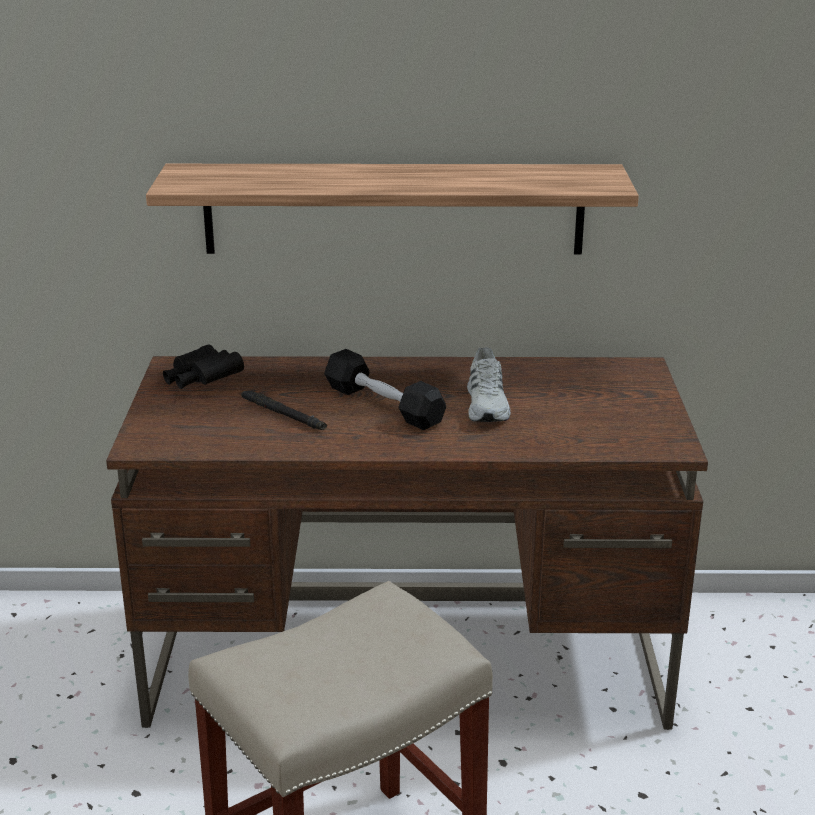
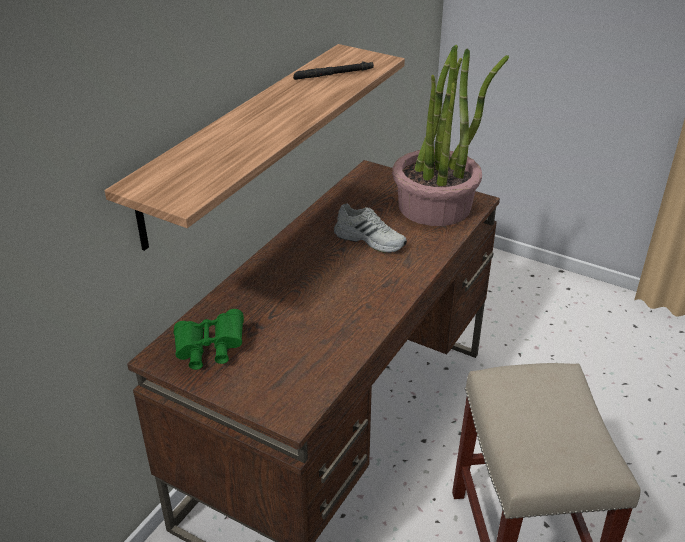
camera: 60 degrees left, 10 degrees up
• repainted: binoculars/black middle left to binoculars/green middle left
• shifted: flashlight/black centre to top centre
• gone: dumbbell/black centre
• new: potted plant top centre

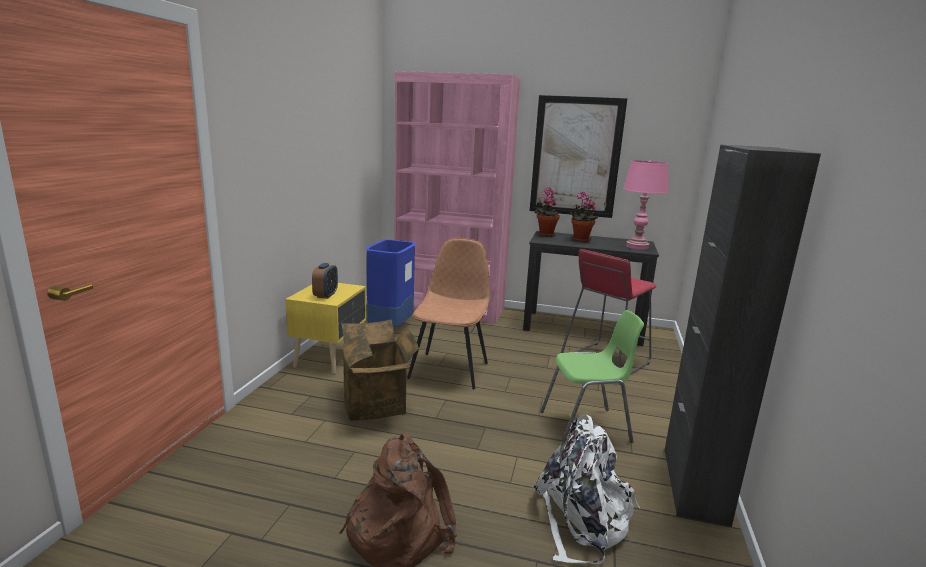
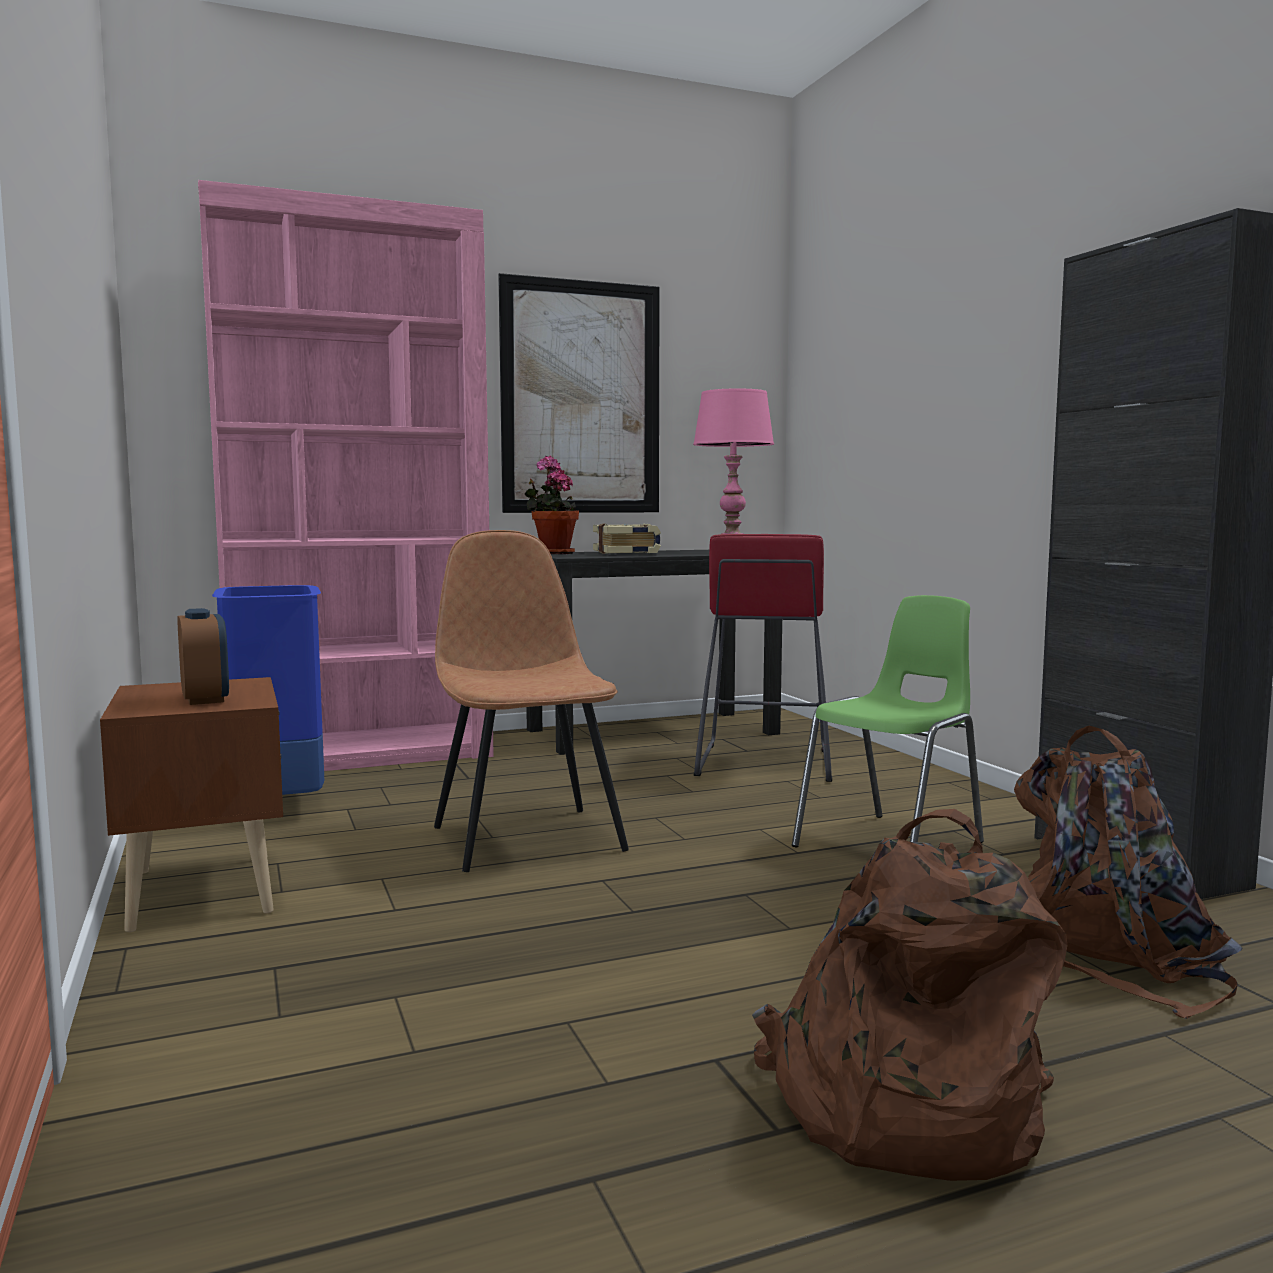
camera: 35 degrees left, 10 degrees down
• repainted: nightstand/yellow centre to nightstand/brown middle left
• gone: cardboard box centre
• repainted: backpack/white bottom centre to backpack/brown (no. 2 from left) bottom right
• swapped: potted plant (no. 2 from left) centre to book centre

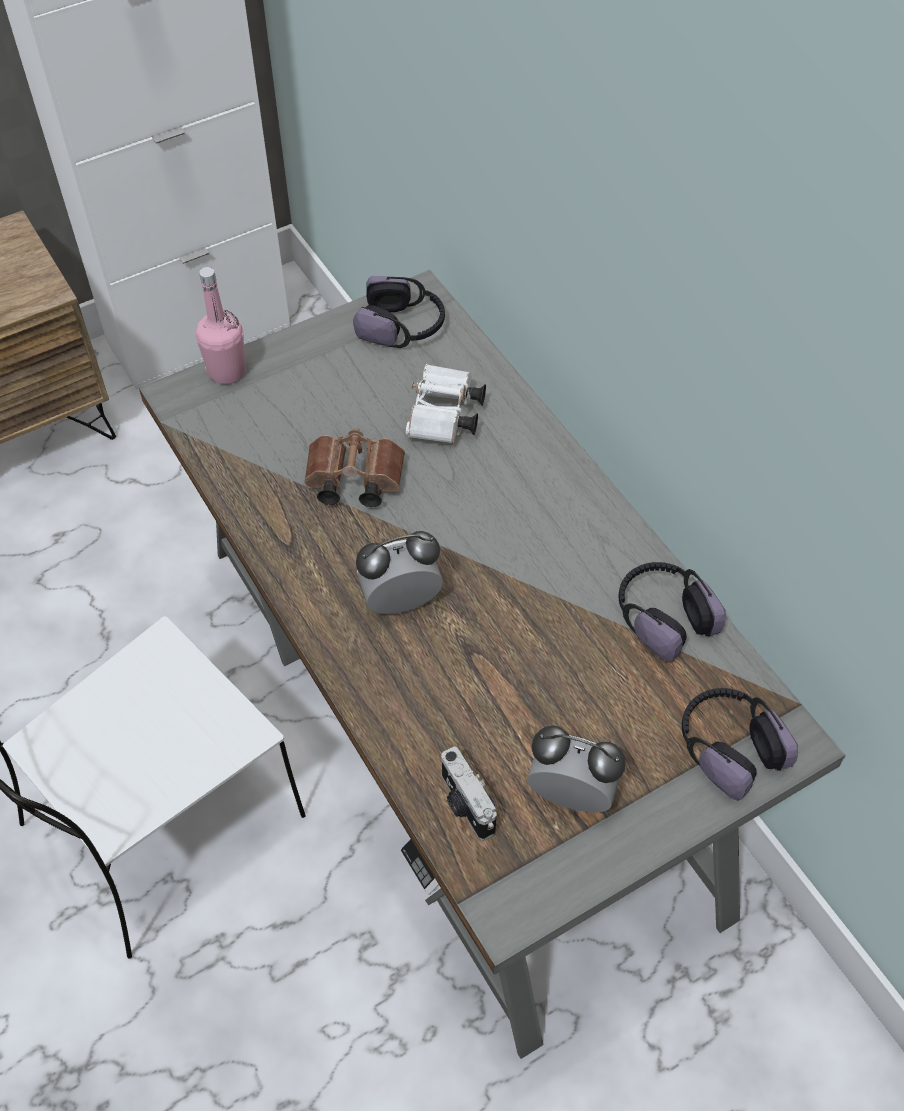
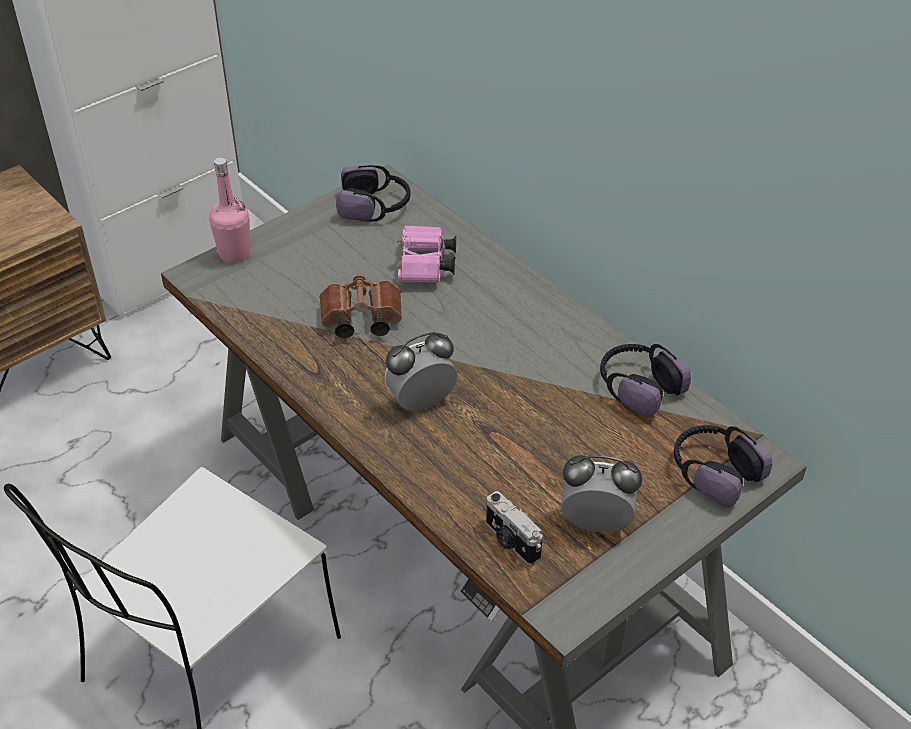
camera: 10 degrees left, 10 degrees down
• repainted: binoculars/white centre to binoculars/pink centre

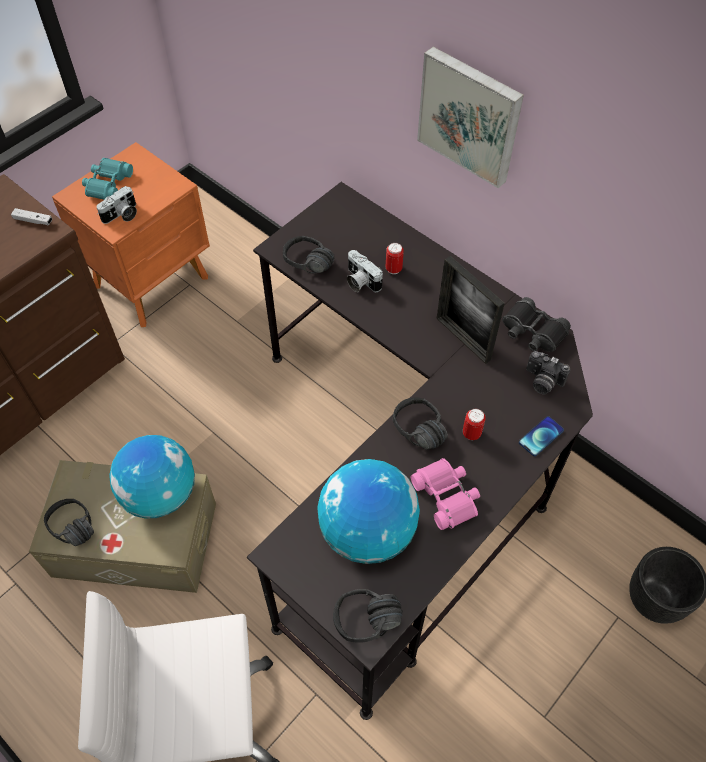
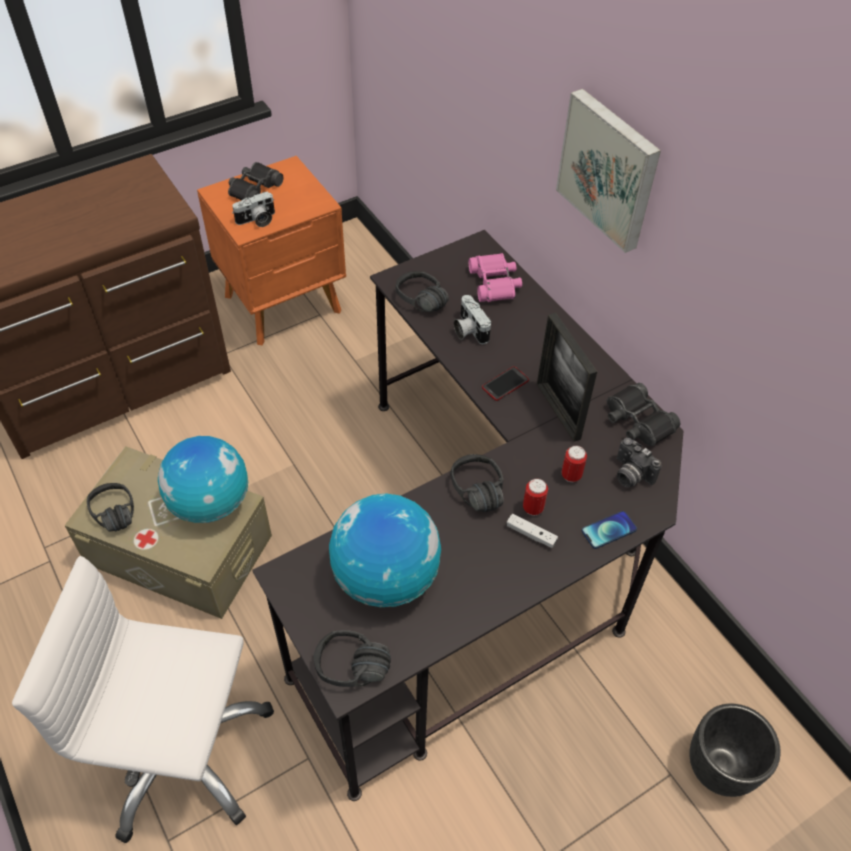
camera: 15 degrees right, 5 degrees down
• shifted: game controller/white top left to centre
• repainted: binoculars/turquoise top left to binoculars/black (no. 1 from left) top left
• shifted: can (no. 1 from left in the first image) centre to can (no. 2 from left) middle right
• shifted: binoculars/pink centre to top centre
• new: phone (no. 1 from left) centre

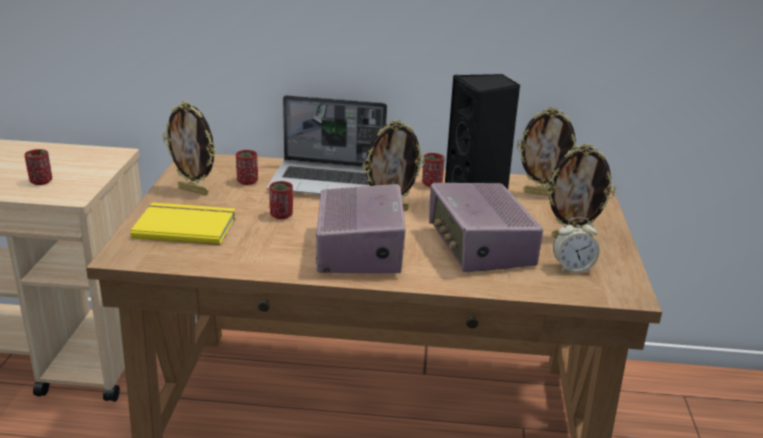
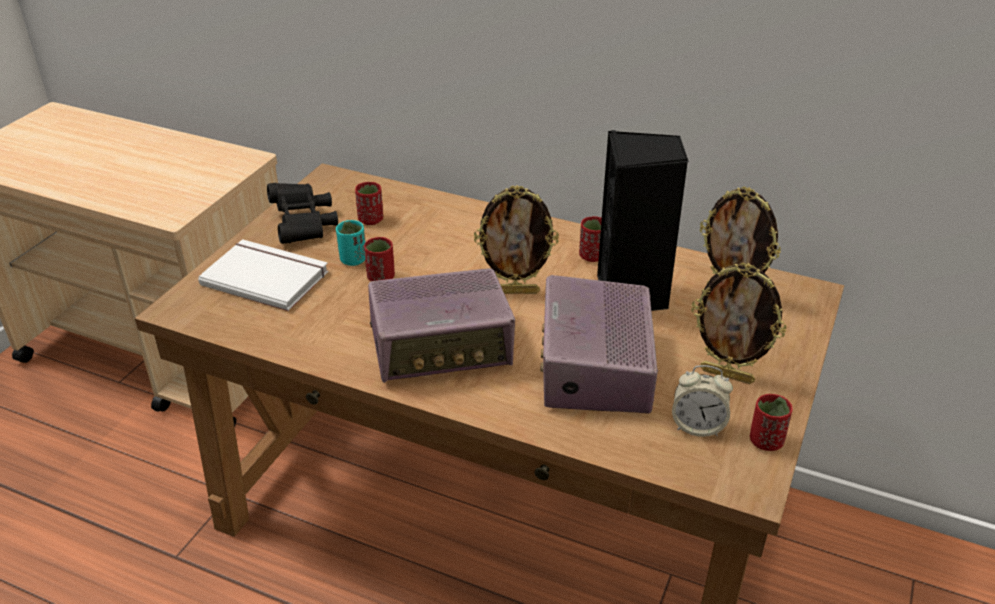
camera: 20 degrees right, 10 degrees up
• shifted: cup/red (no. 1 from left in the first image) middle left to cup/red (no. 4 from left) bottom right
• repainted: book/yellow middle left to book/white middle left
• swapped: picture frame (no. 1 from left) middle left to binoculars/black middle left
• gone: laptop top centre
• rotated: radio (no. 1 from left) centre = centre 60 degrees clockwise
• new: cup/turquoise centre

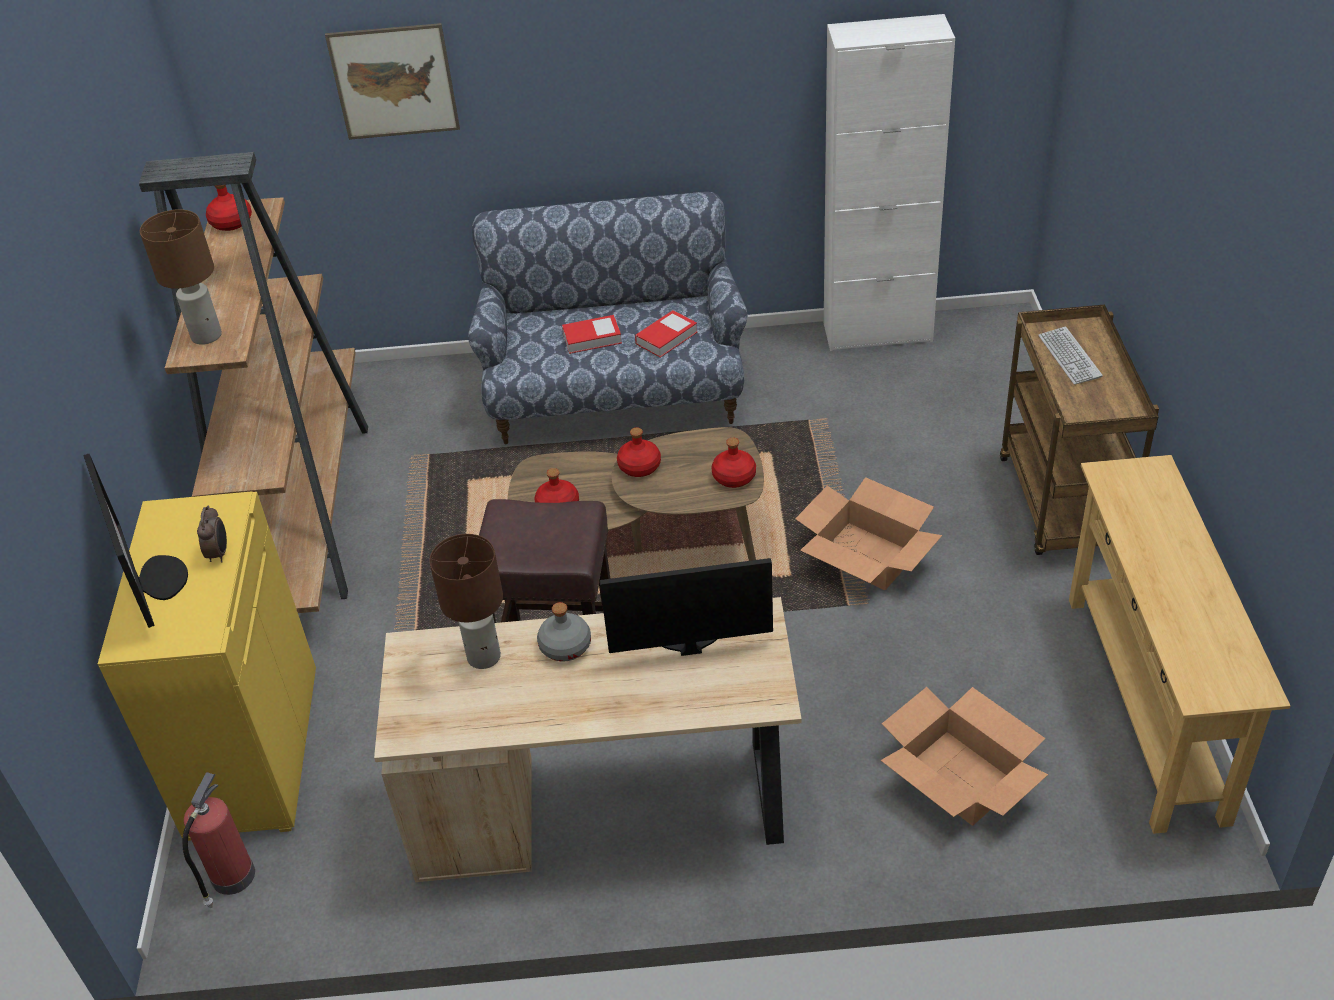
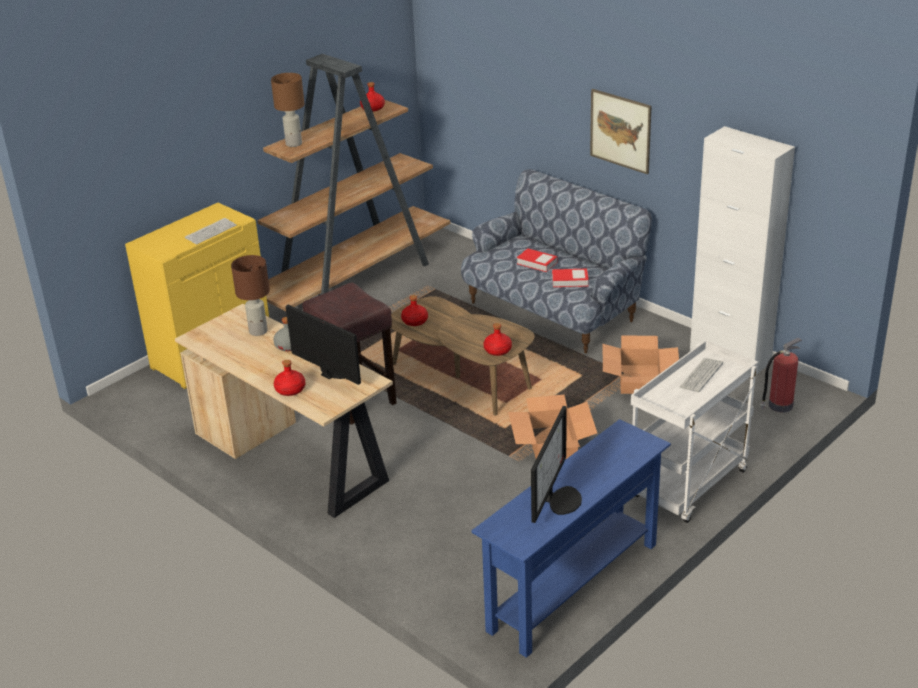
camera: 45 degrees right, 10 degrees down
• shifted: monitor (no. 1 from left in the first image) middle left to monitor (no. 2 from left) bottom centre
• shifted: fire extinguisher bottom left to middle right
• swapped: alarm clock middle left to keyboard (no. 1 from left) middle left
• shifted: picture top left to top right
• shifted: bottle/red (no. 3 from left in the first image) centre to bottle/red (no. 1 from left) middle left
• shifted: cardboard box (no. 2 from left) bottom right to middle right
• repainted: cart/brown middle right to cart/white middle right
• repainted: console table/beige middle right to console table/blue bottom centre

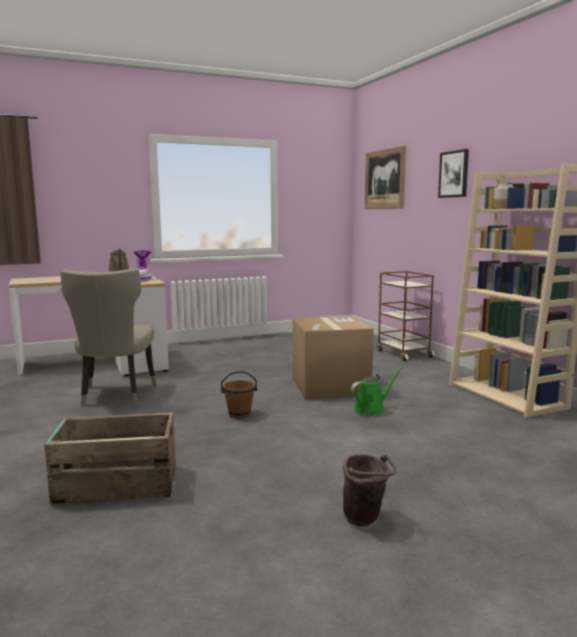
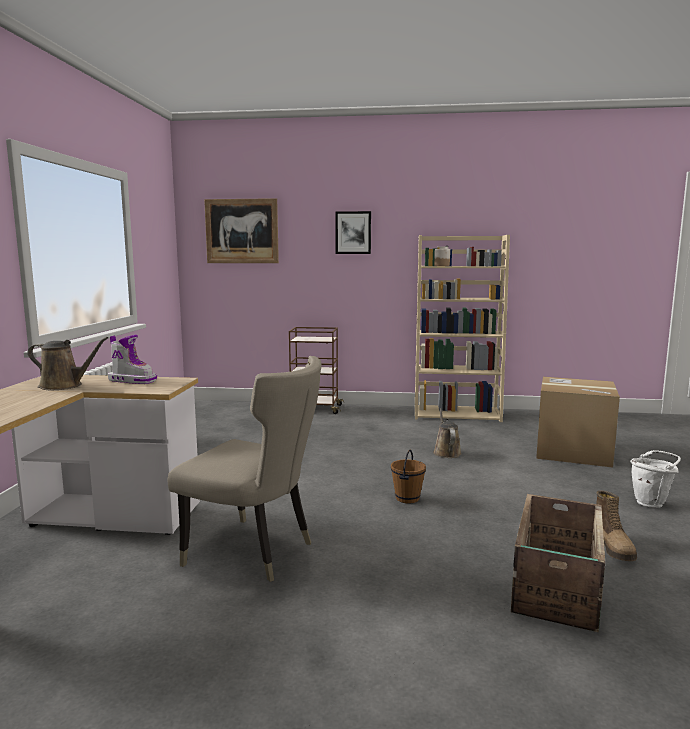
camera: 60 degrees left, 0 degrees up
• shifted: cardboard box centre to middle right
• repainted: bucket/brown (no. 2 from left) bottom centre to bucket/white middle right
• repainted: watering can/green centre to watering can/brown (no. 2 from left) centre
• new: boot (no. 2 from left) bottom right

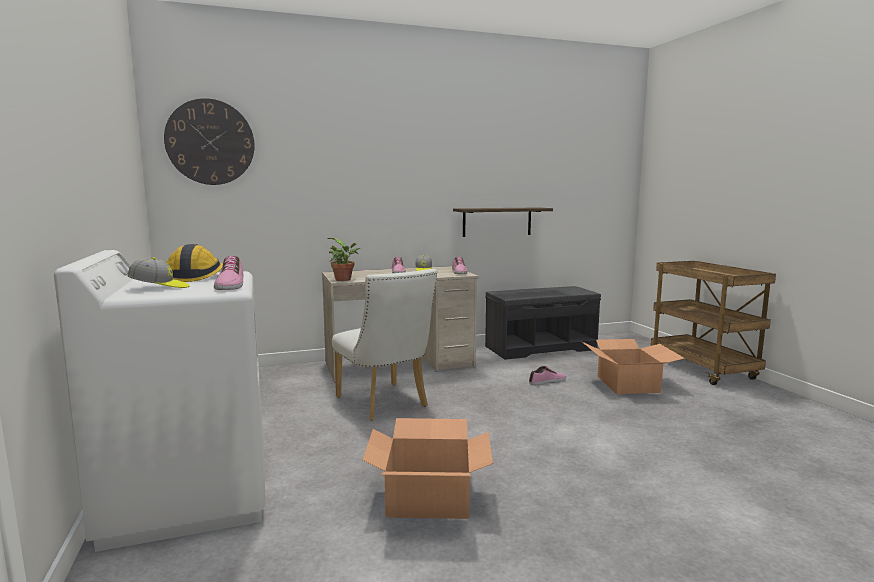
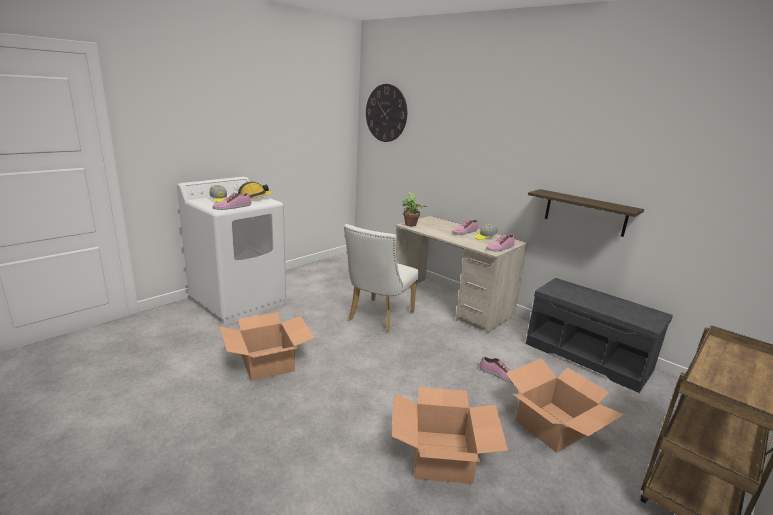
camera: 60 degrees right, 10 degrees up
• new: cardboard box (no. 2 from left) bottom centre

